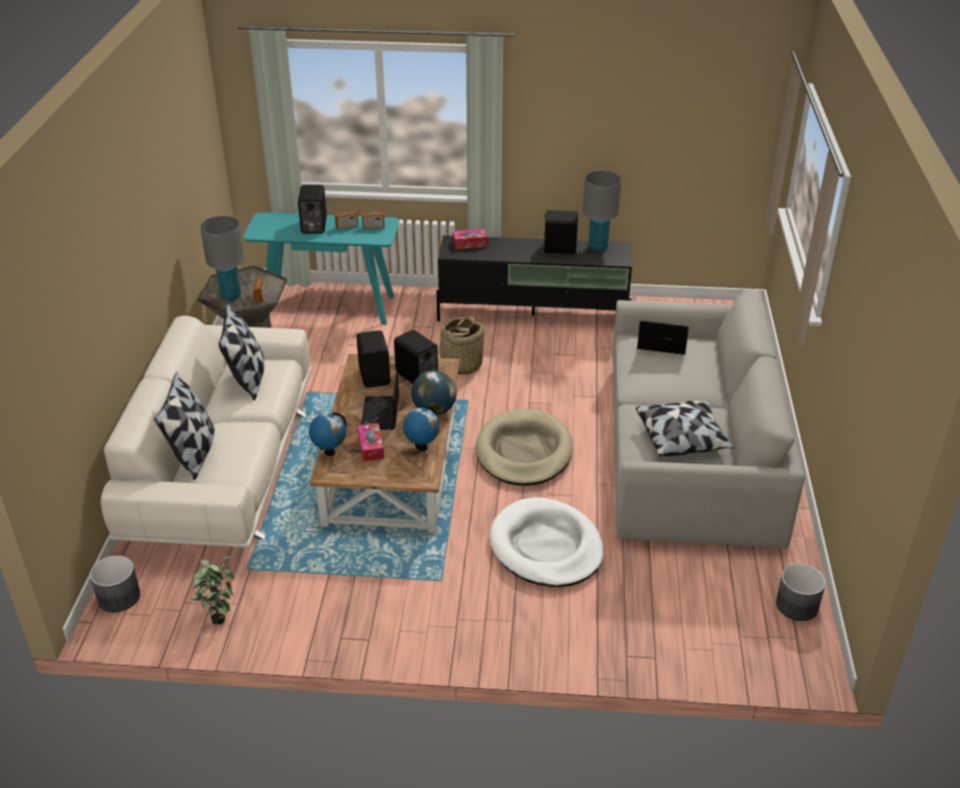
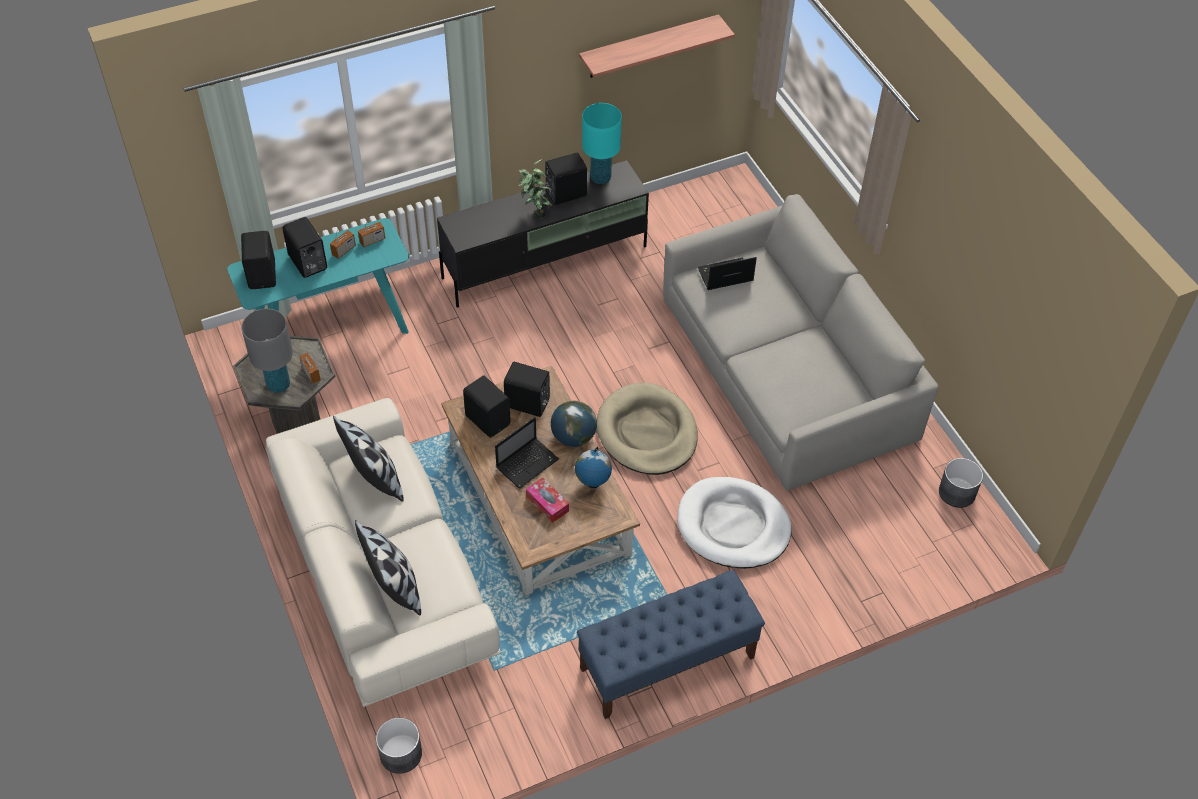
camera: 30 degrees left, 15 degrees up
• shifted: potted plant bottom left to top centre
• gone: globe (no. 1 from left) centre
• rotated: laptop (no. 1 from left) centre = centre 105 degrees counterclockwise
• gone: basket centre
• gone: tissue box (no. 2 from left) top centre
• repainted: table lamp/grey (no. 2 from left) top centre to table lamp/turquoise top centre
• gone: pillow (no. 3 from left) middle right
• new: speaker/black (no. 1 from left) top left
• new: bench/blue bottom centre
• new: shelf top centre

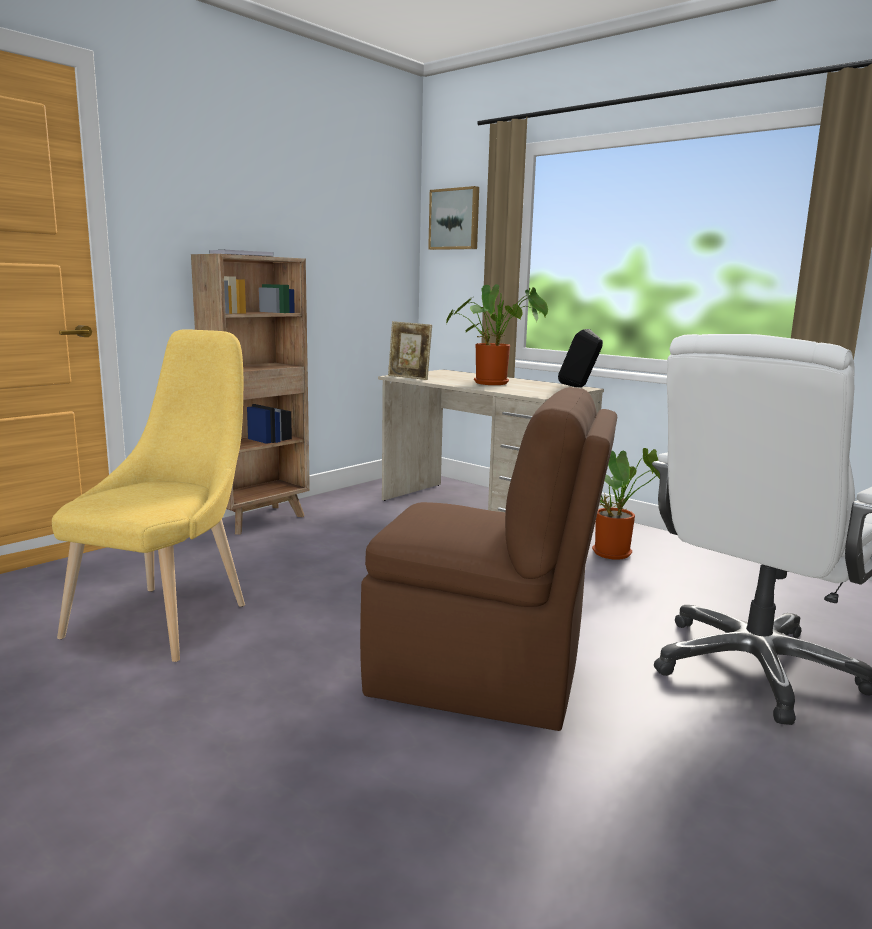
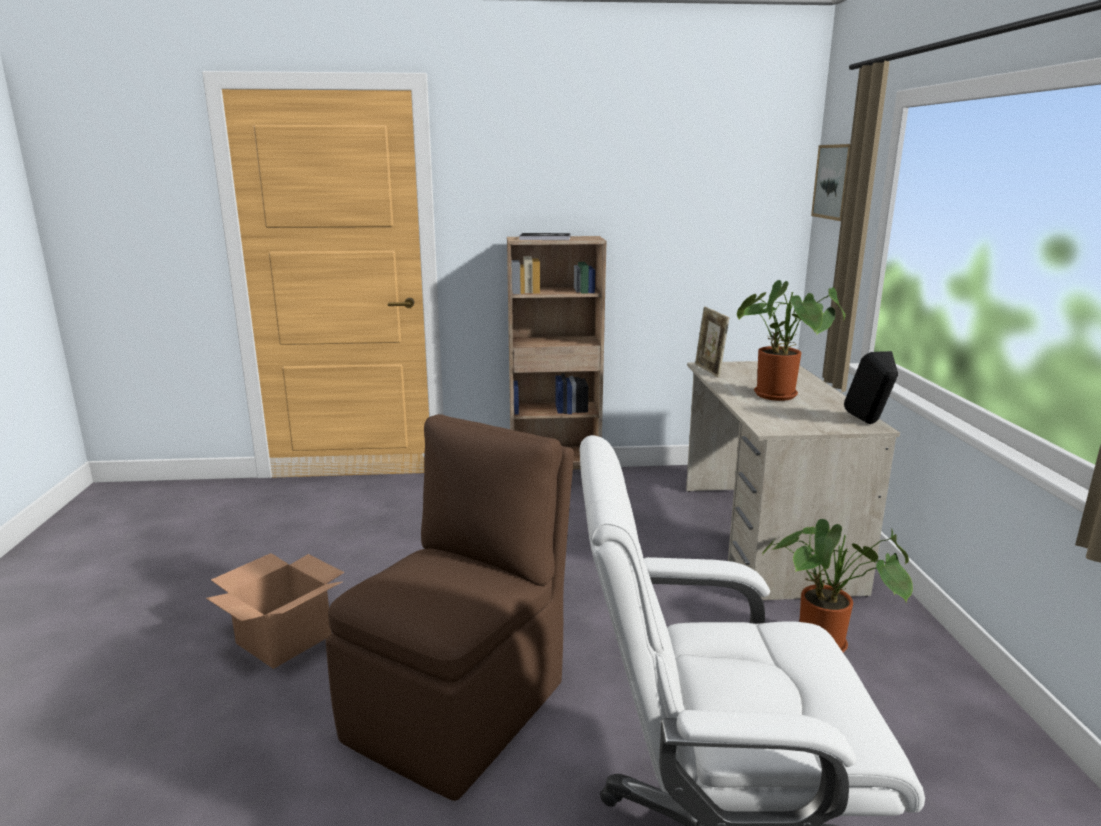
camera: 45 degrees right, 5 degrees up
• gone: chair/yellow middle left
• rotated: chair/brown centre = bottom centre 120 degrees counterclockwise
• new: cardboard box bottom left

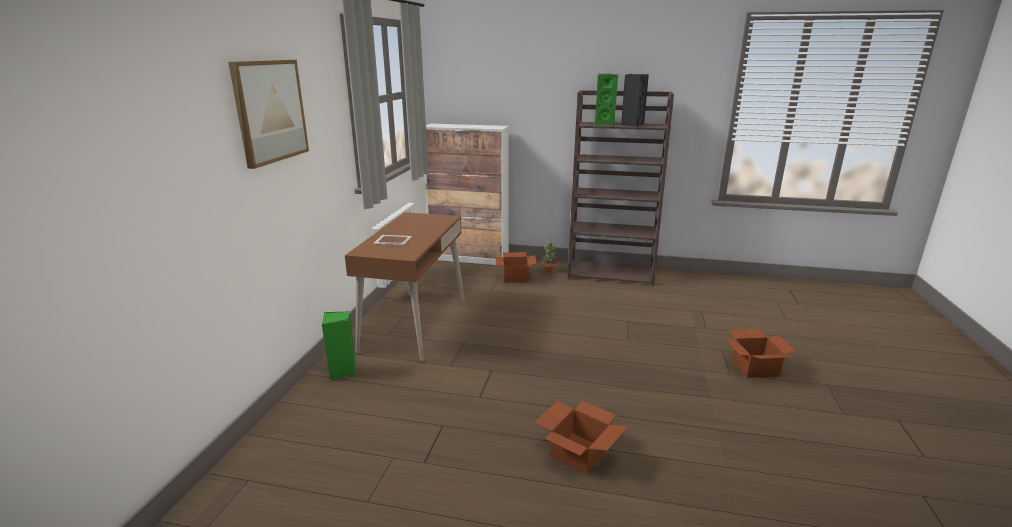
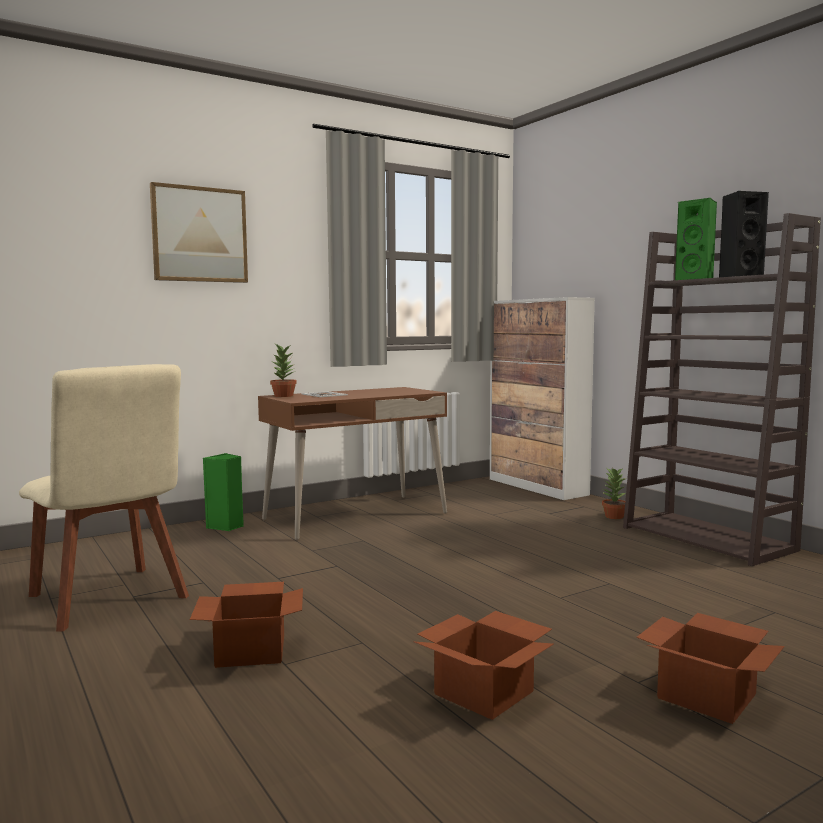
camera: 45 degrees right, 15 degrees down
• shifted: cardboard box (no. 1 from left in the first image) centre to cardboard box (no. 2 from left) bottom centre
• new: chair/beige middle left
• new: potted plant (no. 1 from left) centre

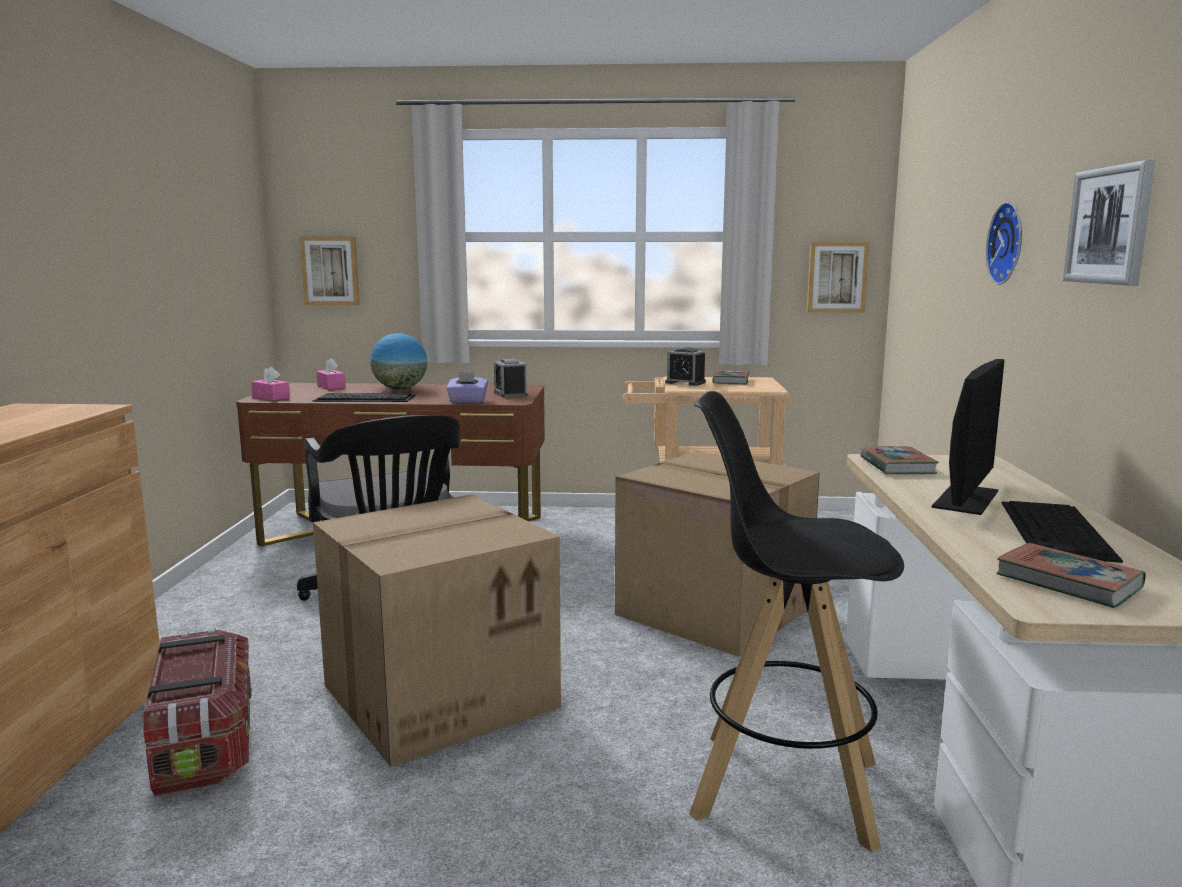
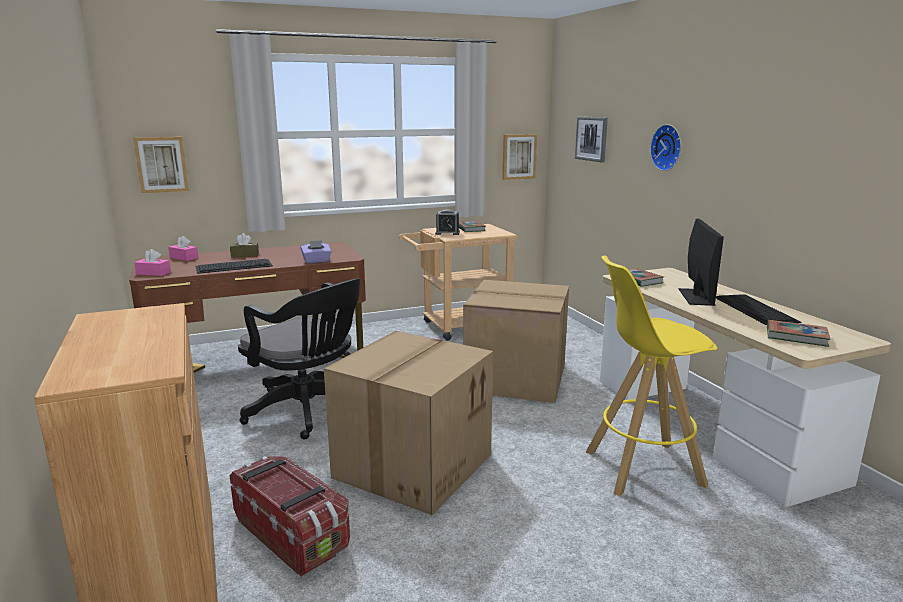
camera: 25 degrees left, 5 degrees up
• swapped: globe centre to tissue box/brown middle left
• gone: alarm clock (no. 1 from left) centre
• repainted: stool/black bottom right to stool/yellow middle right
• shifted: picture (no. 3 from left) top right to top centre

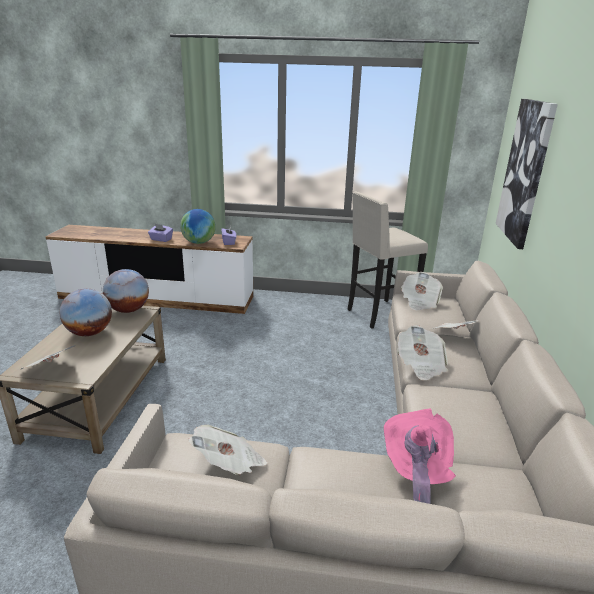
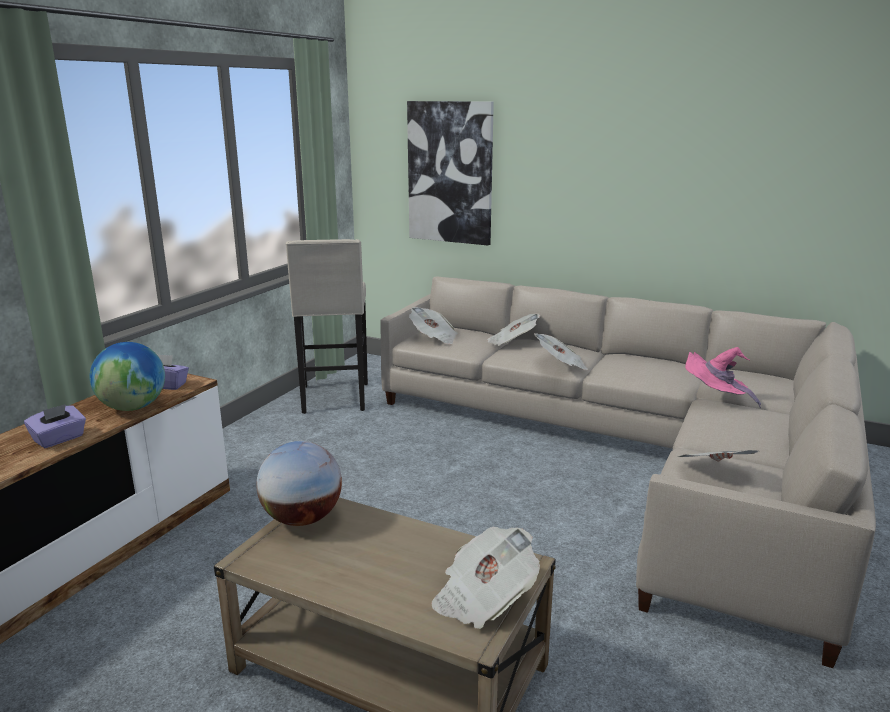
camera: 70 degrees left, 5 degrees down
• gone: globe (no. 1 from left) middle left

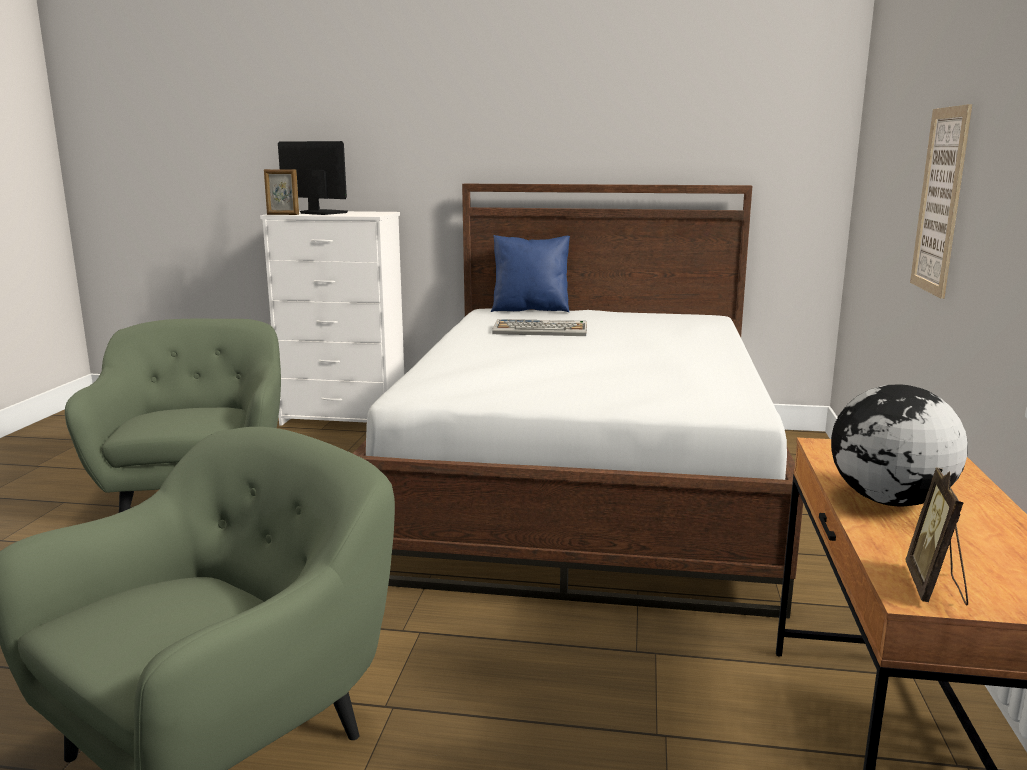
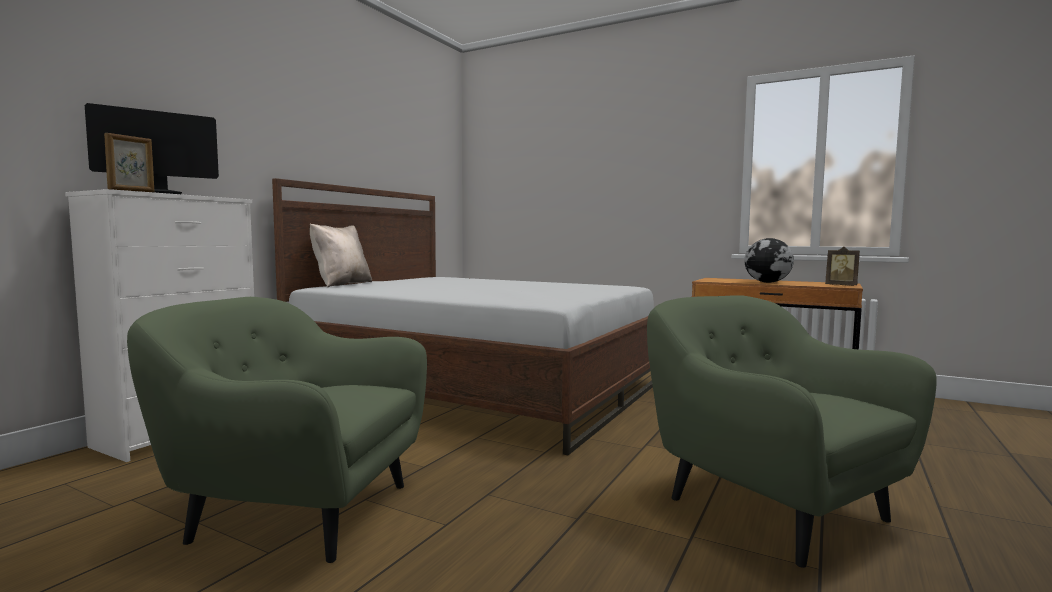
camera: 70 degrees left, 10 degrees down
• repainted: pillow/blue centre to pillow/beige middle left
• gone: keyboard centre
• gone: picture top right

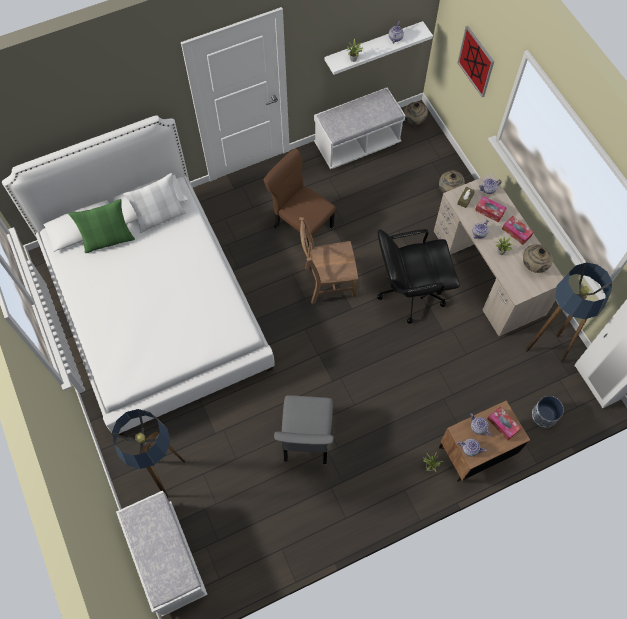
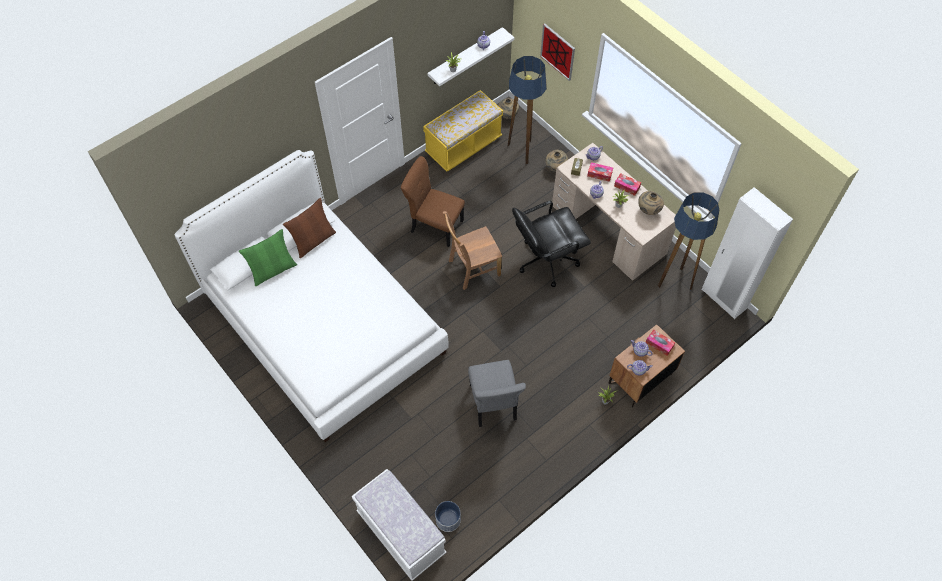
camera: 15 degrees left, 5 degrees down
• shifted: floor lamp (no. 1 from left) bottom left to top centre
• repainted: pillow/white top left to pillow/brown middle left
• repainted: bench/white (no. 2 from left) top centre to bench/yellow top centre
• shifted: planter middle right to bottom centre

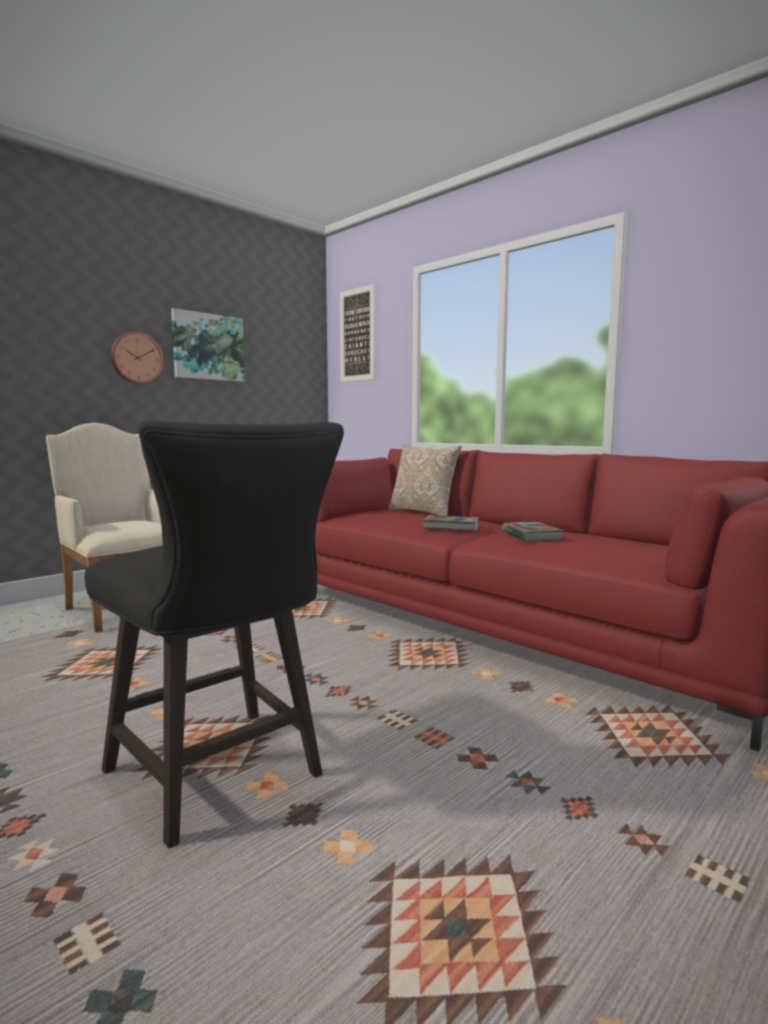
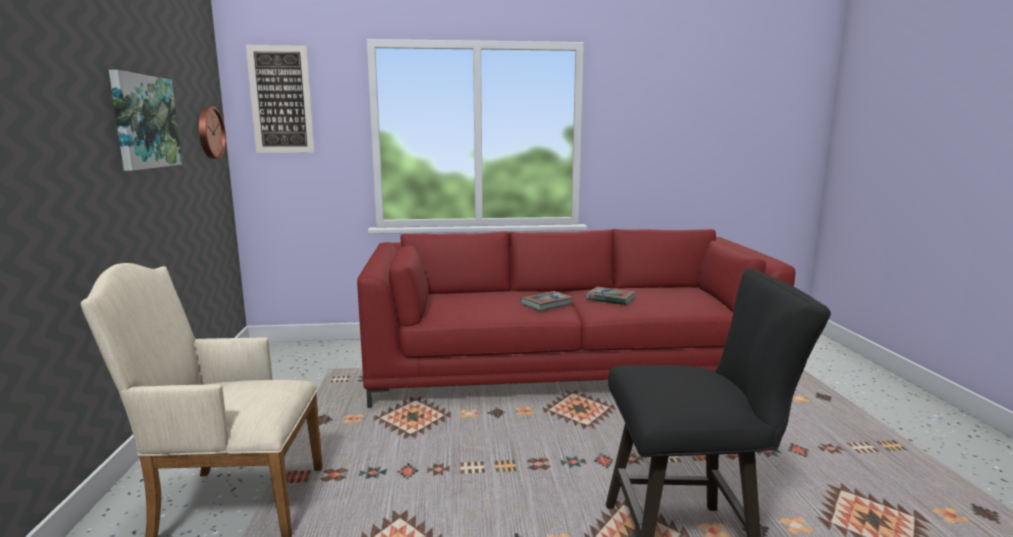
camera: 50 degrees left, 5 degrees up
• shifted: wall clock middle left to top left
• gone: pillow centre

